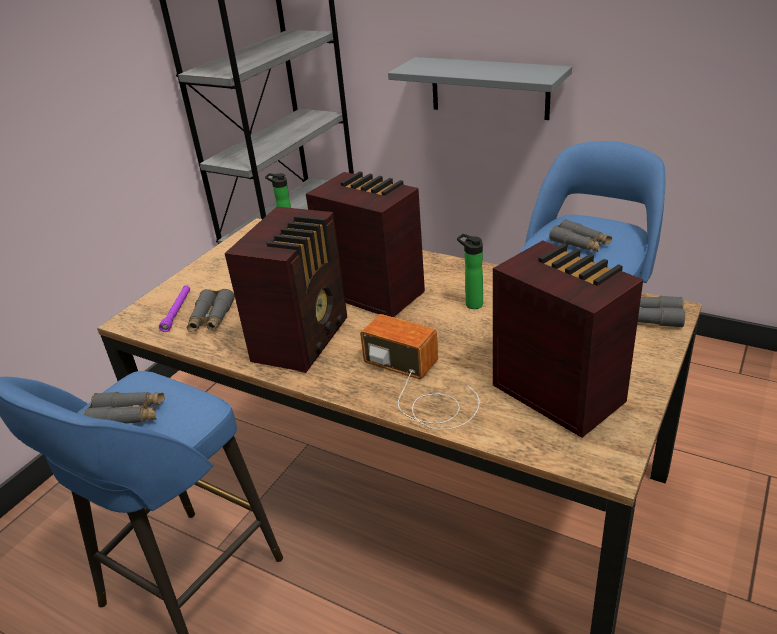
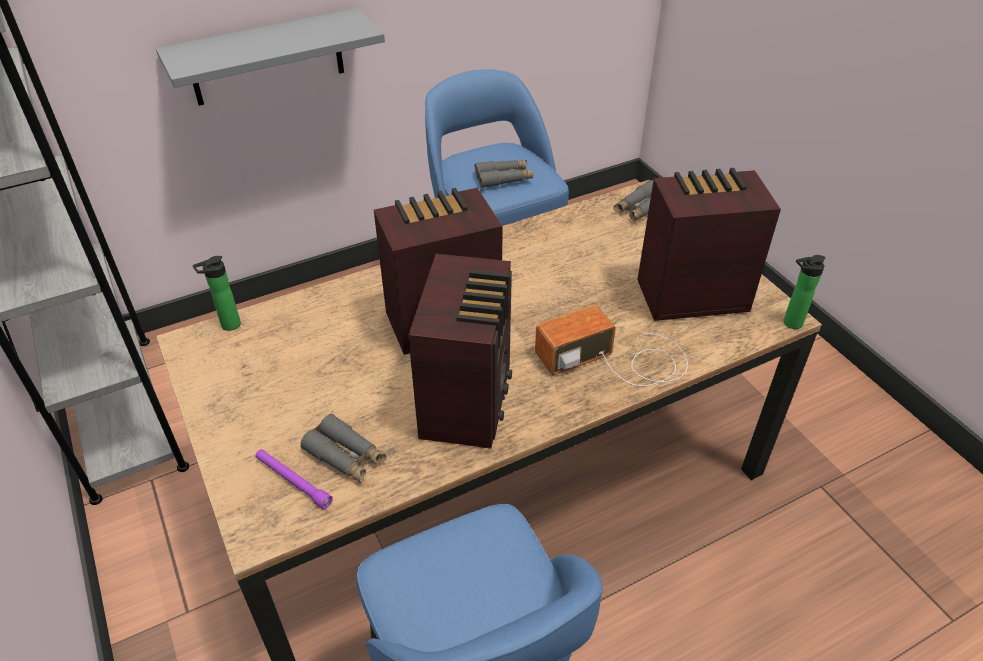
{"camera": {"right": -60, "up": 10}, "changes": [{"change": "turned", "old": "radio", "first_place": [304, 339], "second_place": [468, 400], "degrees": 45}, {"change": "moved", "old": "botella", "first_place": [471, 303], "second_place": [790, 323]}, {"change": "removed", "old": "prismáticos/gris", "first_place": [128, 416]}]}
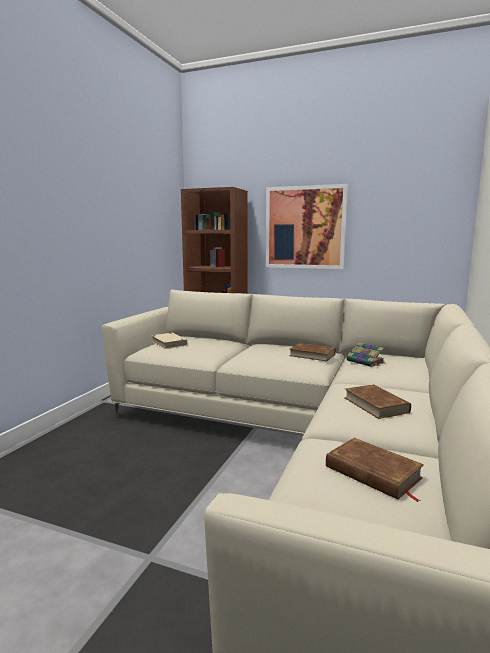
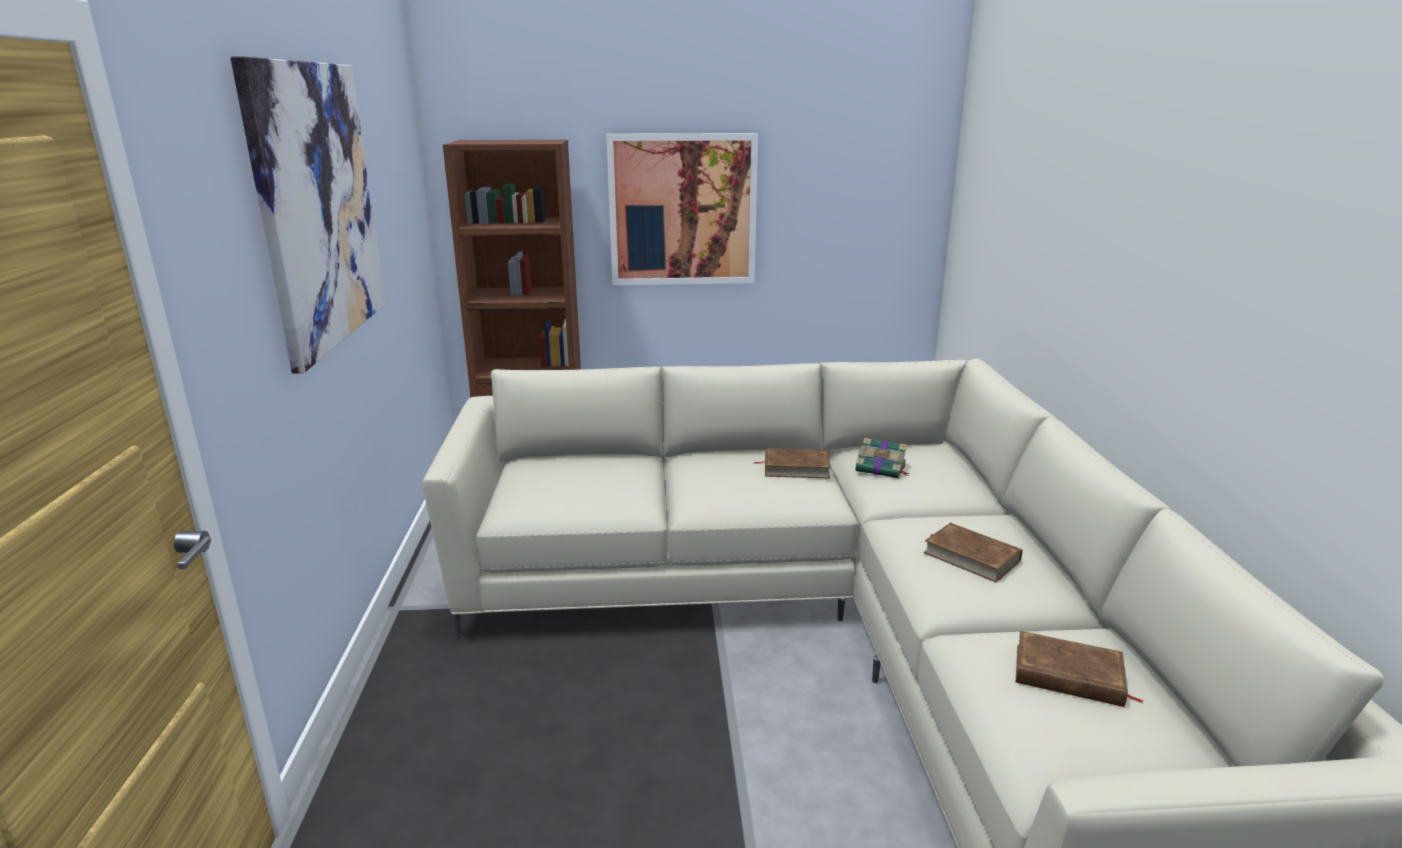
{"camera": {"right": -25, "up": 10}, "changes": [{"change": "removed", "old": "libro/beis", "first_place": [169, 343]}, {"change": "added", "new": "cuadro", "second_place": [318, 206]}]}
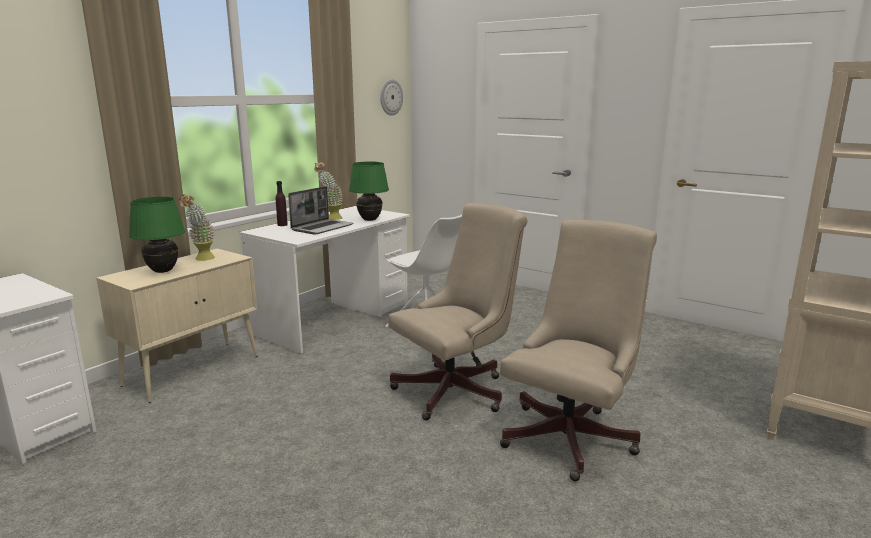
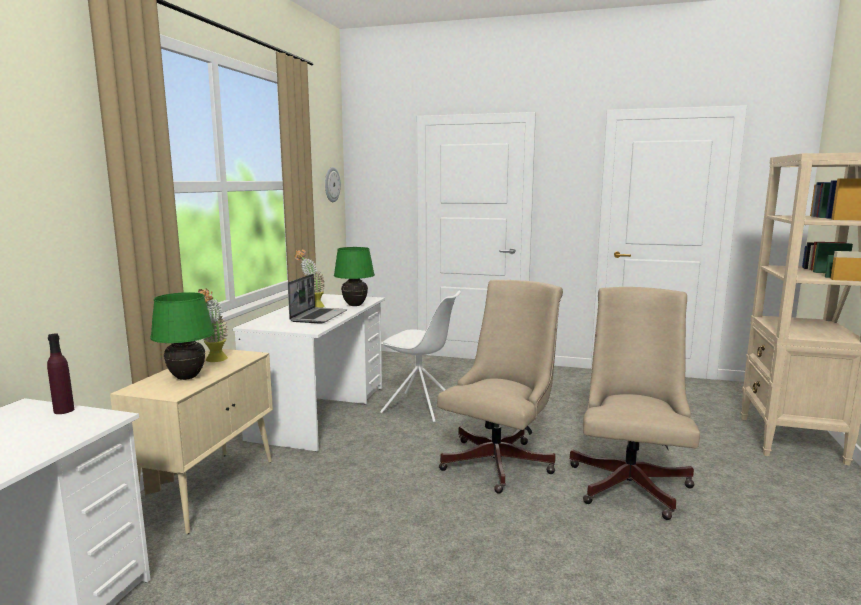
{"camera": {"right": -20, "up": -5}, "changes": [{"change": "moved", "old": "botella/morado", "first_place": [282, 225], "second_place": [64, 410]}]}
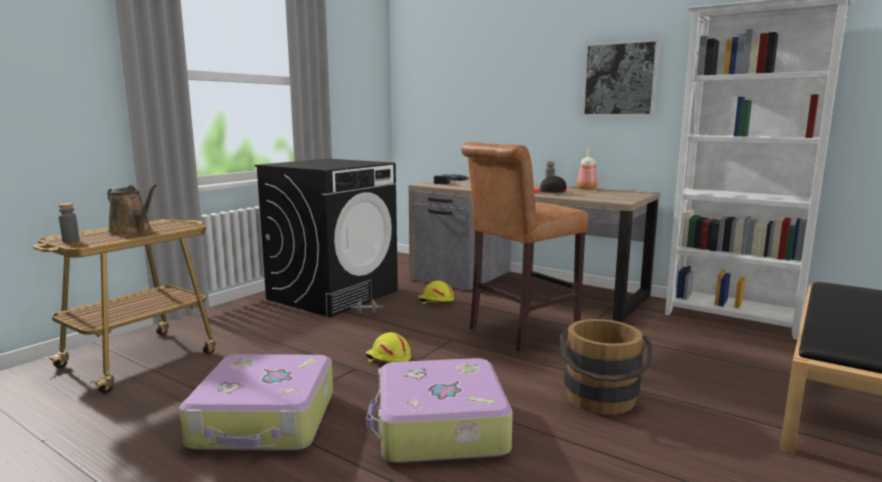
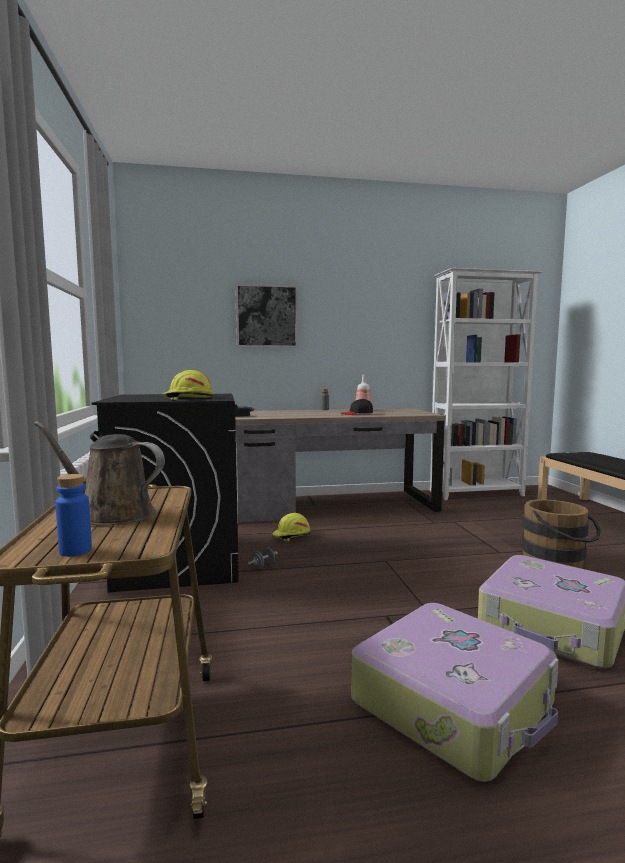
{"camera": {"right": -45, "up": -5}, "changes": [{"change": "moved", "old": "cuadro", "first_place": [620, 79], "second_place": [266, 316]}, {"change": "removed", "old": "taburete/marrón", "first_place": [519, 332]}, {"change": "turned", "old": "regadera/marrón", "first_place": [132, 231], "second_place": [111, 514], "degrees": -150}, {"change": "recoloured", "old": "botella/gris", "new": "botella/azul", "first_place": [71, 241], "second_place": [75, 551]}, {"change": "moved", "old": "casco/amarillo", "first_place": [388, 359], "second_place": [187, 398]}]}
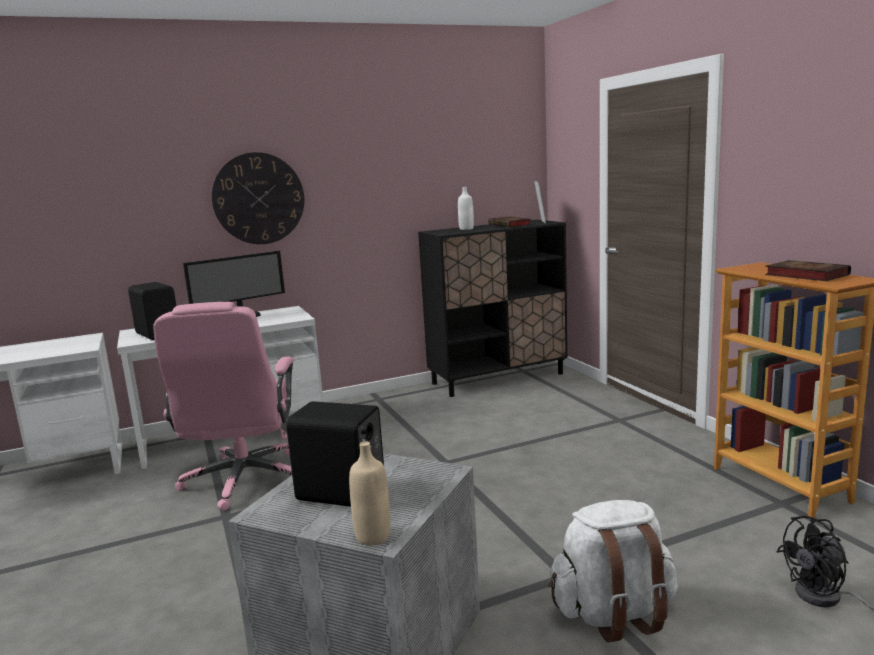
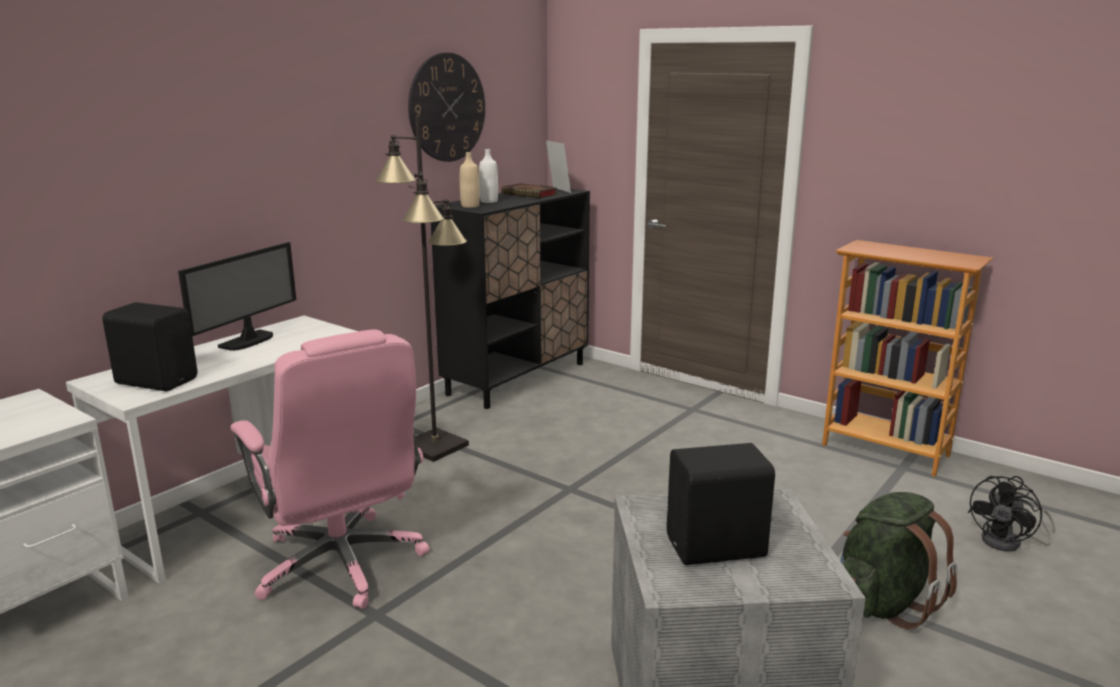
{"camera": {"right": -30, "up": 5}, "changes": [{"change": "moved", "old": "reloj de pared", "first_place": [258, 198], "second_place": [447, 107]}, {"change": "removed", "old": "libro", "first_place": [804, 275]}, {"change": "moved", "old": "botella/beis", "first_place": [373, 536], "second_place": [470, 206]}, {"change": "recoloured", "old": "mochila/blanco", "new": "mochila/verde", "first_place": [613, 614], "second_place": [883, 603]}, {"change": "added", "new": "lámpara de pie/negro", "second_place": [435, 446]}]}
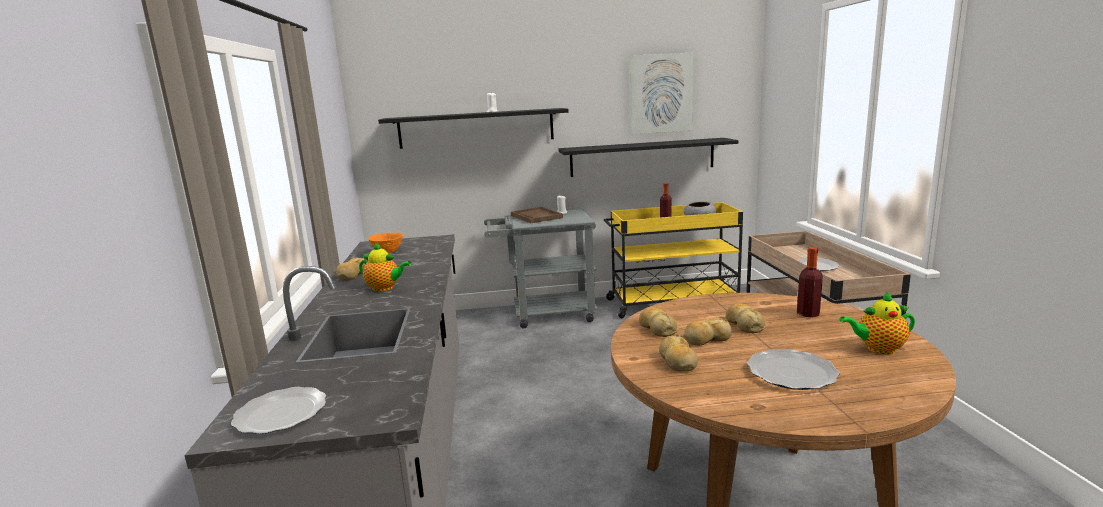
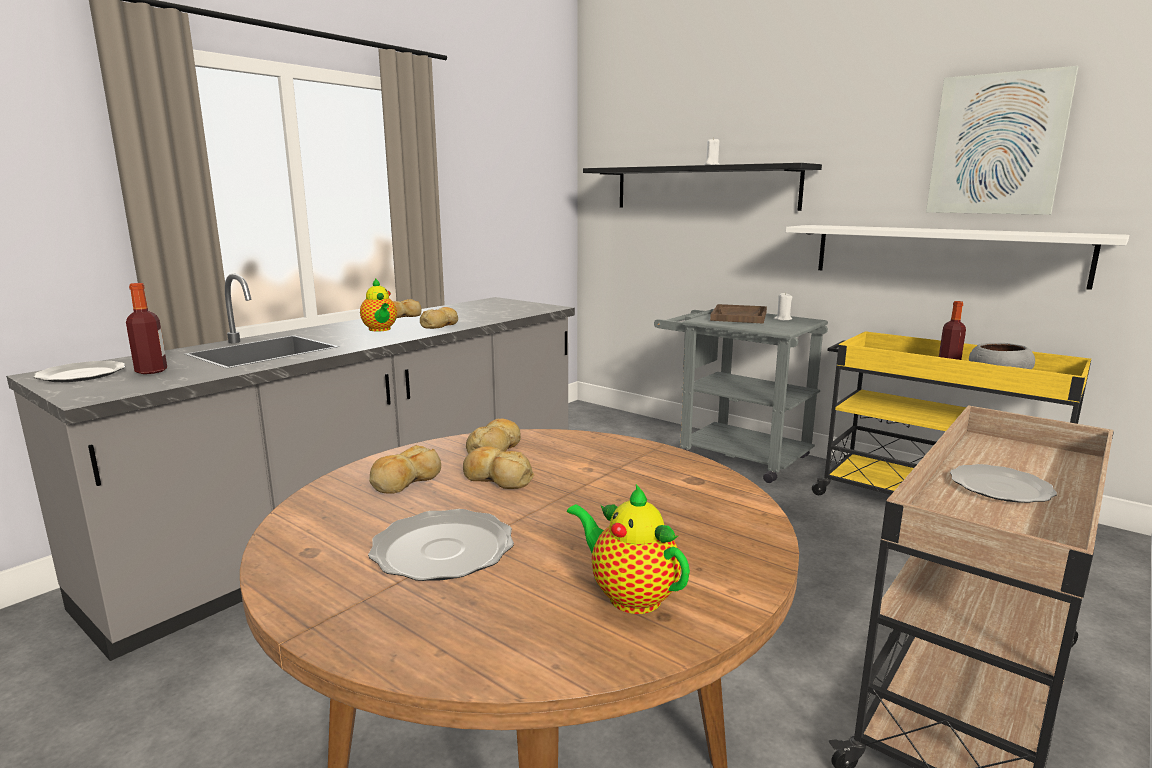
{"camera": {"right": 45, "up": 0}, "changes": [{"change": "recoloured", "old": "estante/negro", "new": "estante/blanco", "first_place": [642, 157], "second_place": [944, 254]}, {"change": "removed", "old": "cuenco/naranja", "first_place": [388, 252]}, {"change": "moved", "old": "botella", "first_place": [808, 314], "second_place": [151, 371]}, {"change": "moved", "old": "pan", "first_place": [744, 324], "second_place": [440, 325]}]}
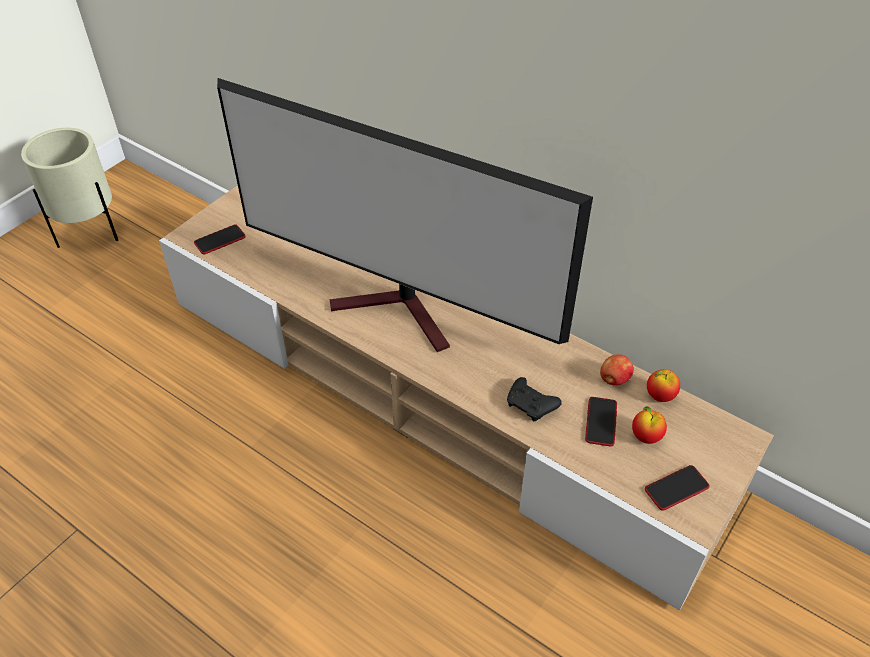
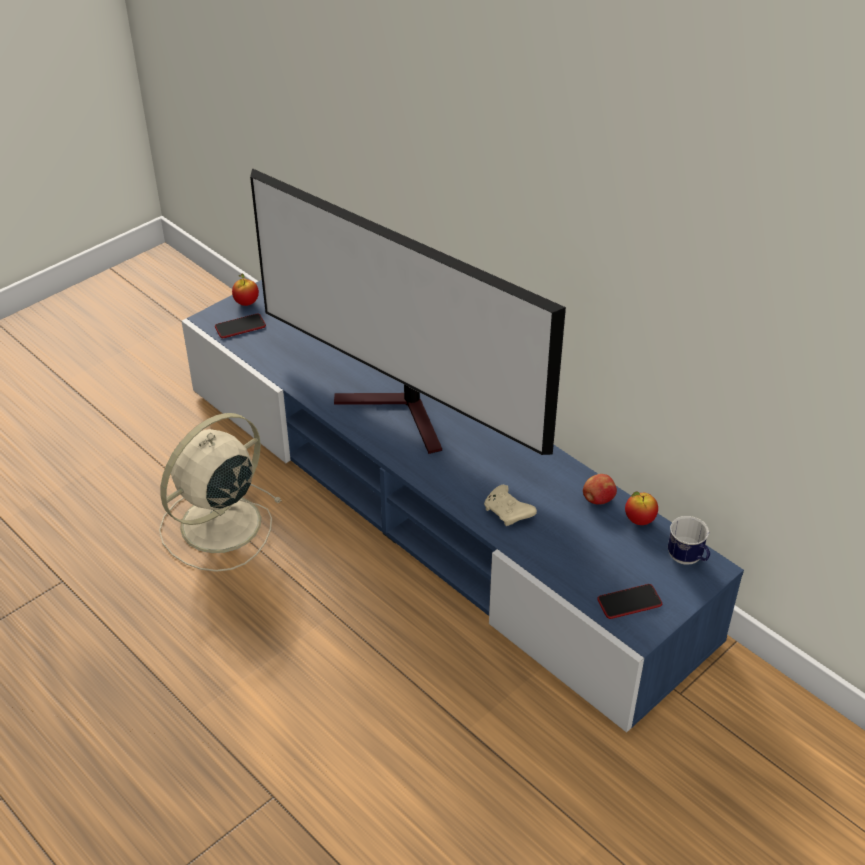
{"camera": {"right": 10, "up": -5}, "changes": [{"change": "removed", "old": "maceta/beis", "first_place": [90, 233]}, {"change": "recoloured", "old": "mueble de televisión/beis", "new": "mueble de televisión/azul", "first_place": [436, 395], "second_place": [433, 508]}, {"change": "recoloured", "old": "mando de consola/negro", "new": "mando de consola/beis", "first_place": [531, 405], "second_place": [508, 512]}, {"change": "removed", "old": "móvil", "first_place": [601, 422]}, {"change": "moved", "old": "manzana", "first_place": [646, 436], "second_place": [246, 303]}, {"change": "added", "new": "ventilador/beis", "second_place": [218, 526]}, {"change": "added", "new": "taza grande", "second_place": [688, 559]}]}
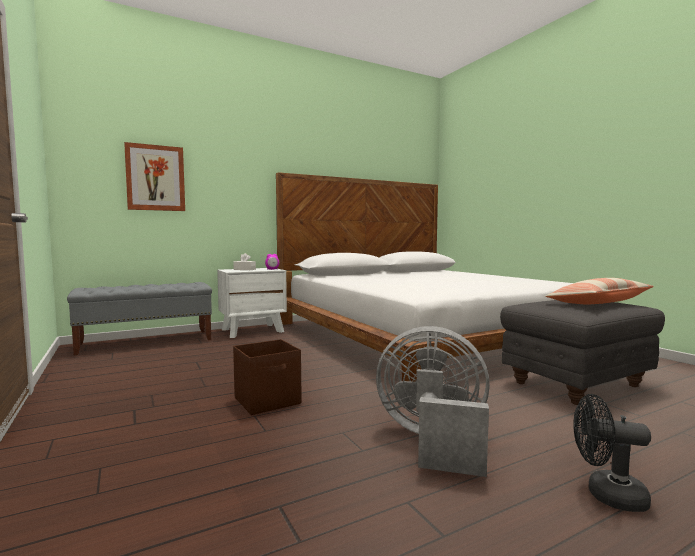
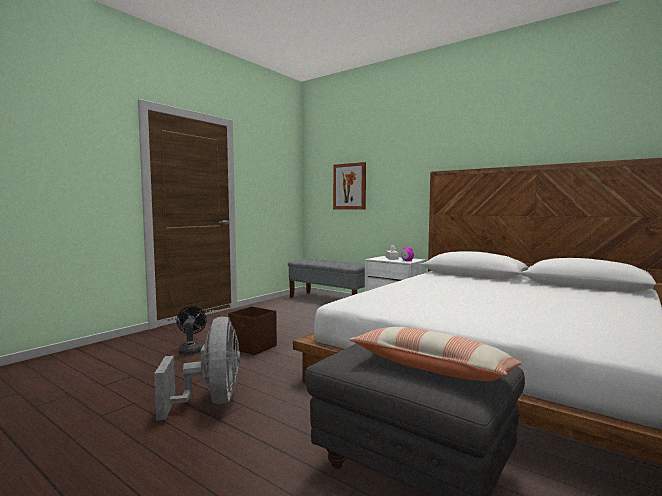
{"camera": {"right": 65, "up": 0}, "changes": [{"change": "moved", "old": "ventilador/negro", "first_place": [607, 495], "second_place": [191, 349]}]}
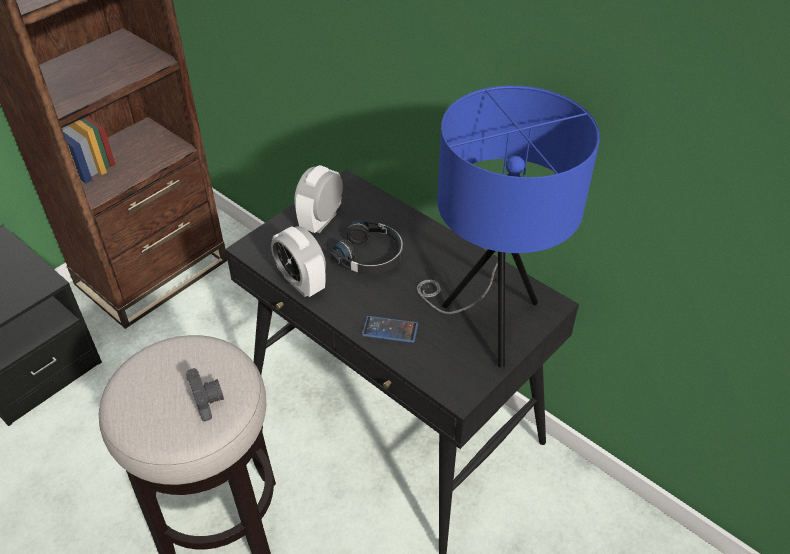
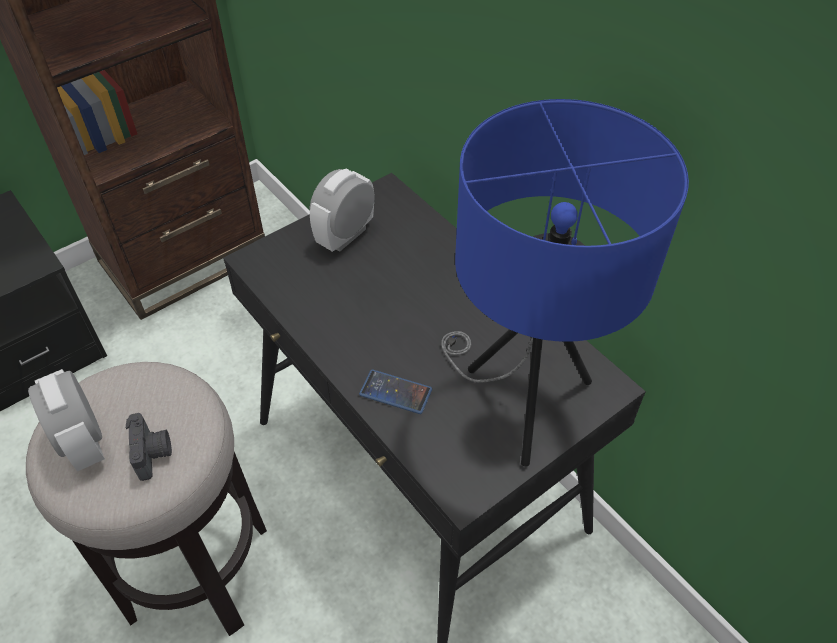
{"camera": {"right": 10, "up": 5}, "changes": [{"change": "removed", "old": "auriculares/negro", "first_place": [370, 256]}, {"change": "moved", "old": "despertador", "first_place": [301, 283], "second_place": [84, 442]}]}
